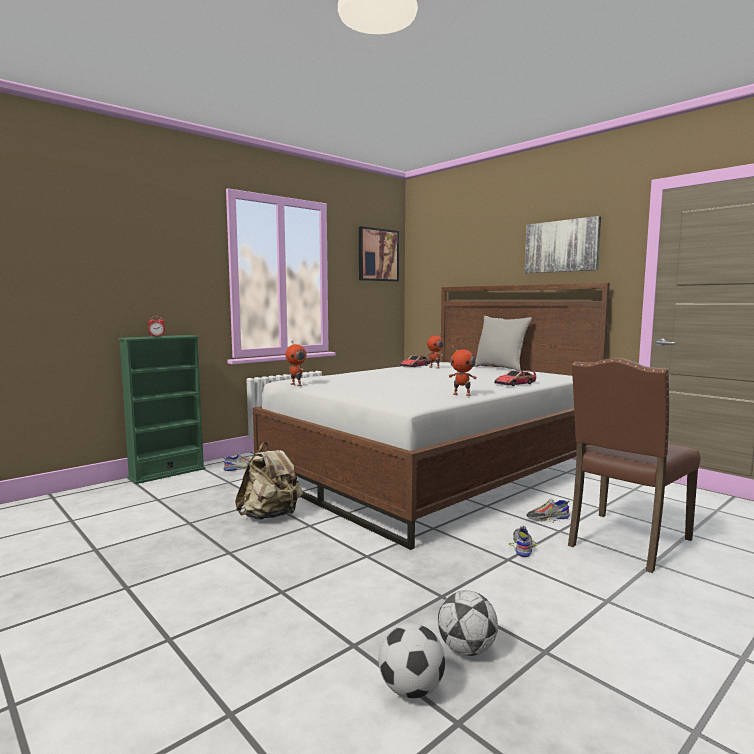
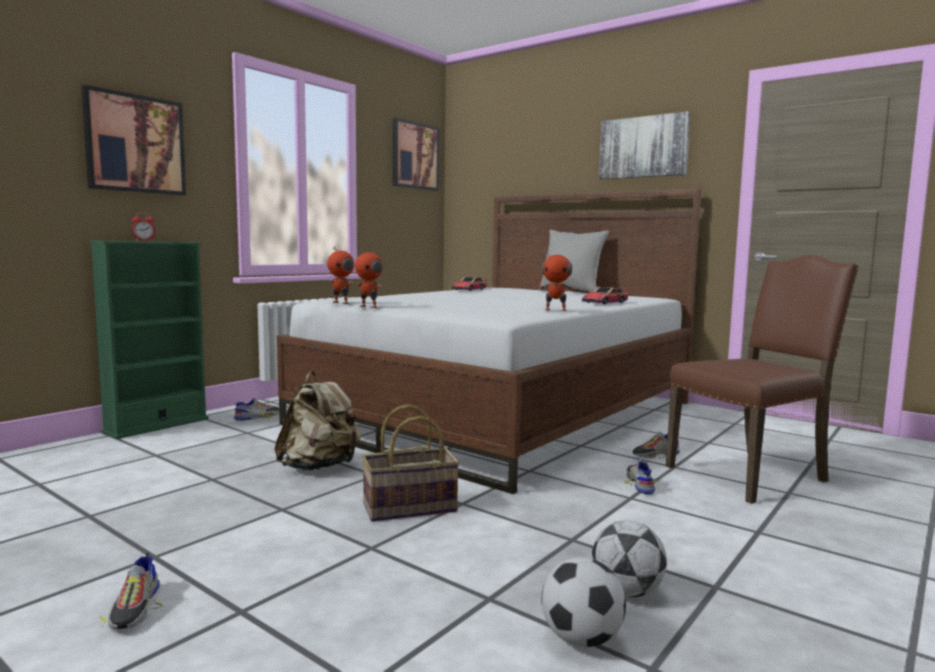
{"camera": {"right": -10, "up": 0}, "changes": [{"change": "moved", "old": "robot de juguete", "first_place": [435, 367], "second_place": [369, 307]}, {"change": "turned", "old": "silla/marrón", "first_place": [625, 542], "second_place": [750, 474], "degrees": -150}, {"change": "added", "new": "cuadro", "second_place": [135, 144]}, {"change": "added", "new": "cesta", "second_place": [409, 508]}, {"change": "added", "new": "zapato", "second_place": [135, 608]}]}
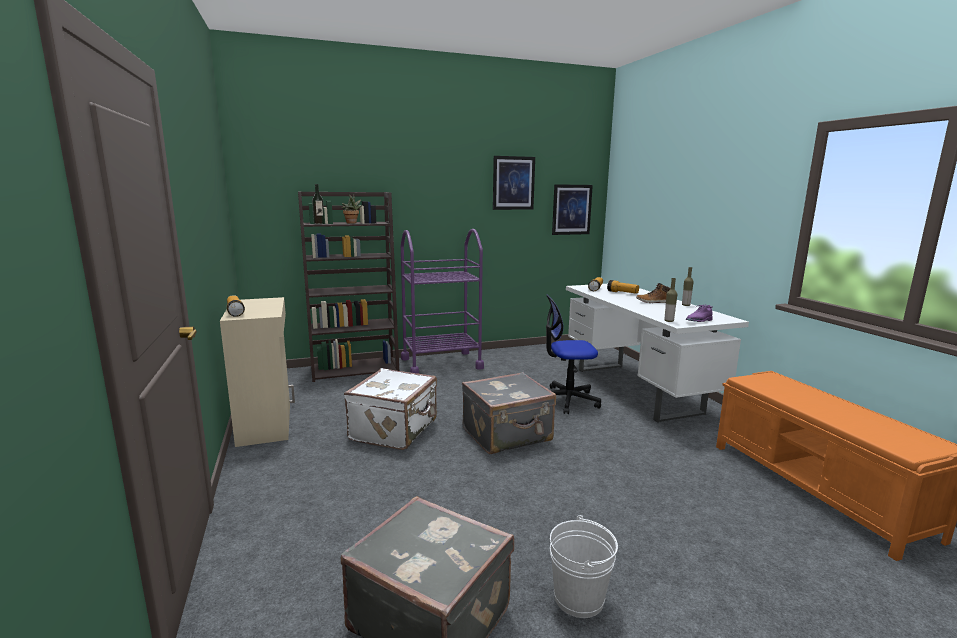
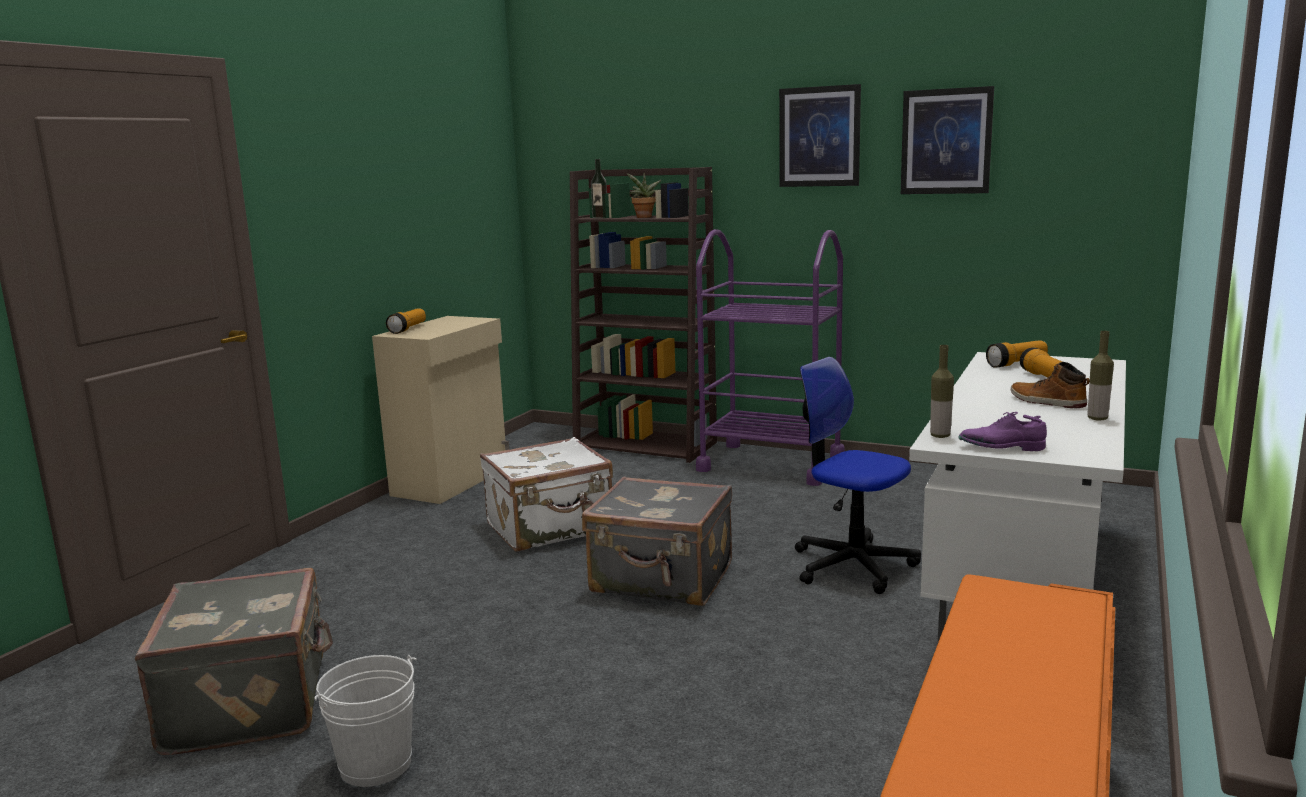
{"camera": {"right": 45, "up": 0}, "changes": [{"change": "moved", "old": "cuadro", "first_place": [571, 209], "second_place": [819, 137]}]}
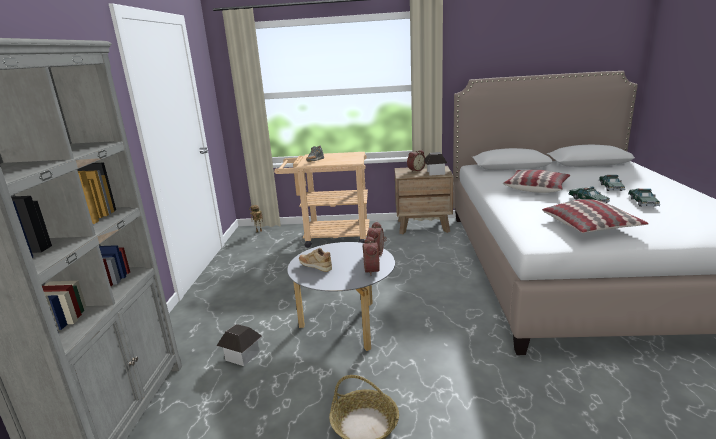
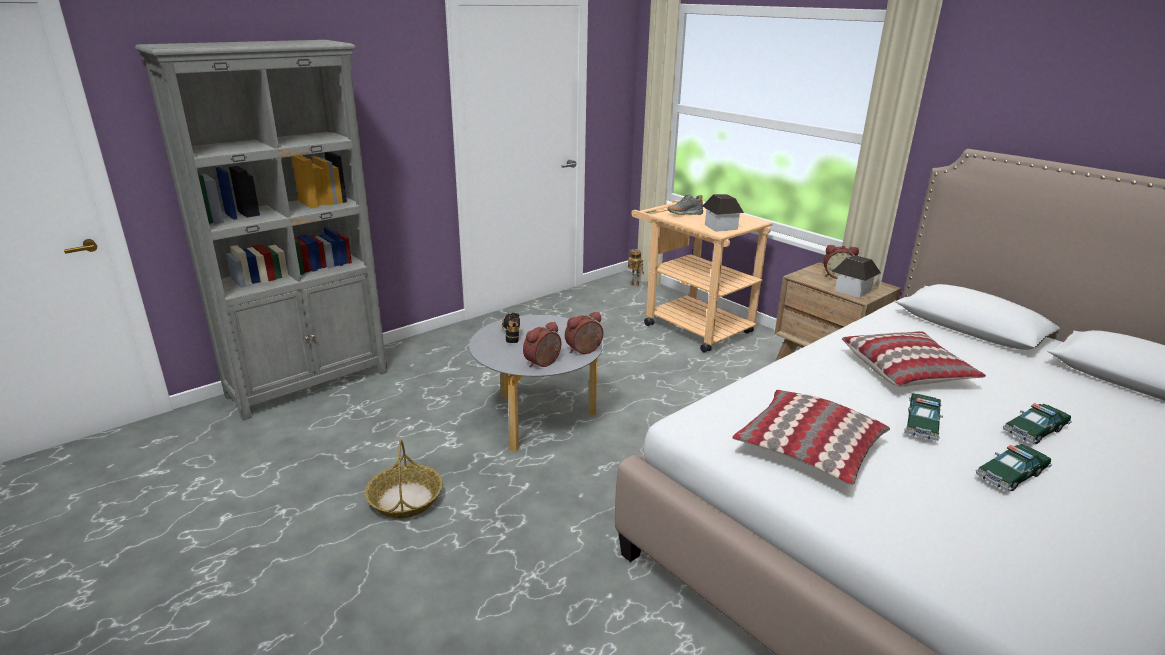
{"camera": {"right": 45, "up": 5}, "changes": [{"change": "recoloured", "old": "zapato/beis", "new": "zapato/negro", "first_place": [315, 267], "second_place": [511, 333]}, {"change": "moved", "old": "casita", "first_place": [242, 355], "second_place": [720, 227]}]}
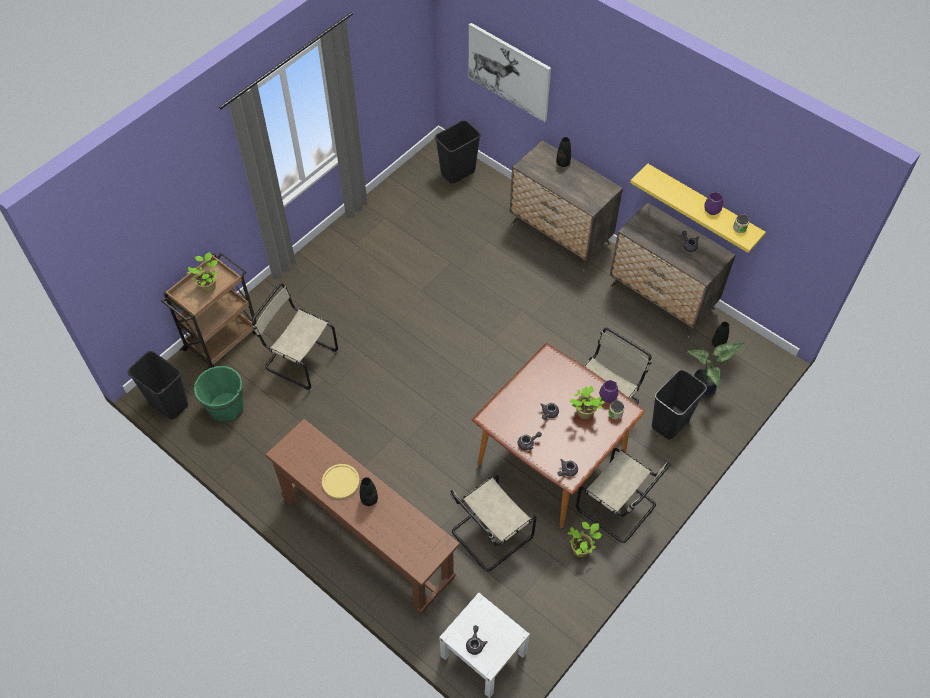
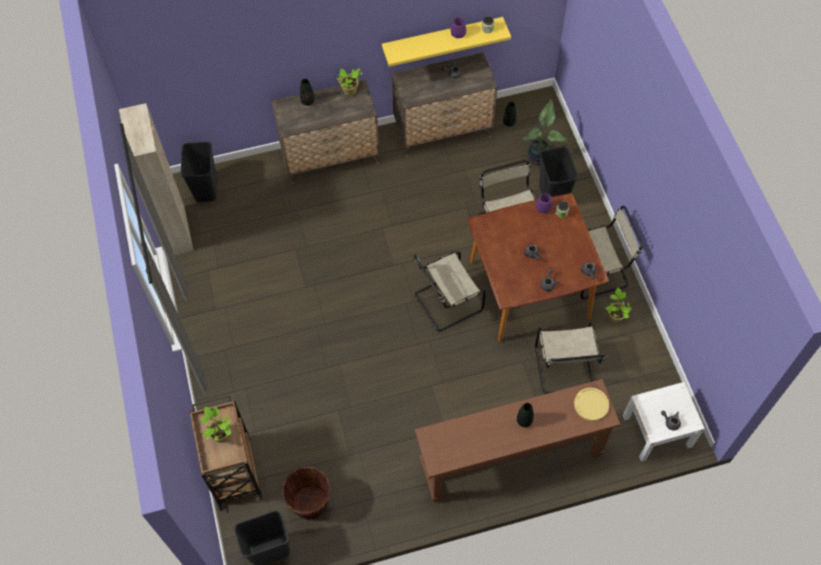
{"camera": {"right": -55, "up": 5}, "changes": [{"change": "removed", "old": "cuadro", "first_place": [509, 71]}, {"change": "moved", "old": "silla/beis", "first_place": [299, 359], "second_place": [446, 303]}, {"change": "recoloured", "old": "cubo/verde", "new": "cubo/marrón", "first_place": [226, 408], "second_place": [310, 503]}, {"change": "moved", "old": "planta en maceta", "first_place": [584, 413], "second_place": [350, 91]}, {"change": "moved", "old": "plato/amarillo", "first_place": [340, 482], "second_place": [591, 404]}, {"change": "added", "new": "armario/beis", "second_place": [177, 231]}]}
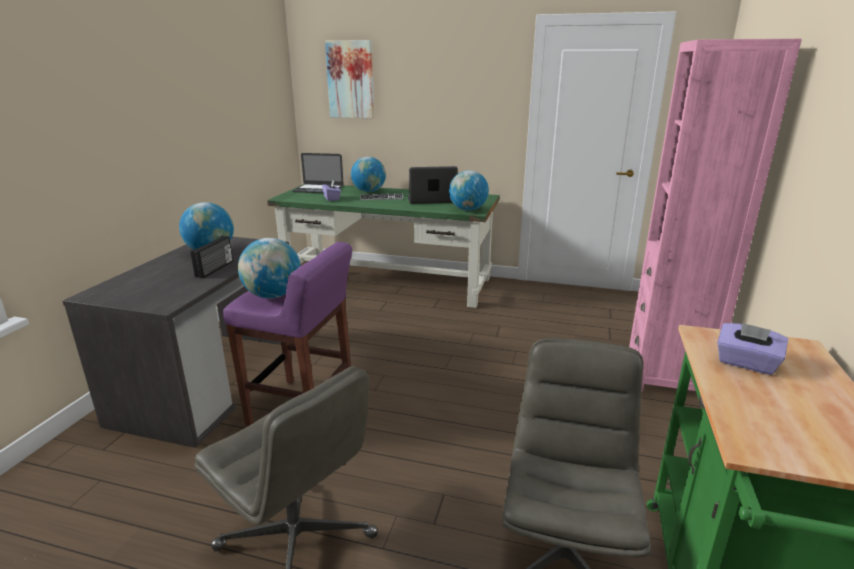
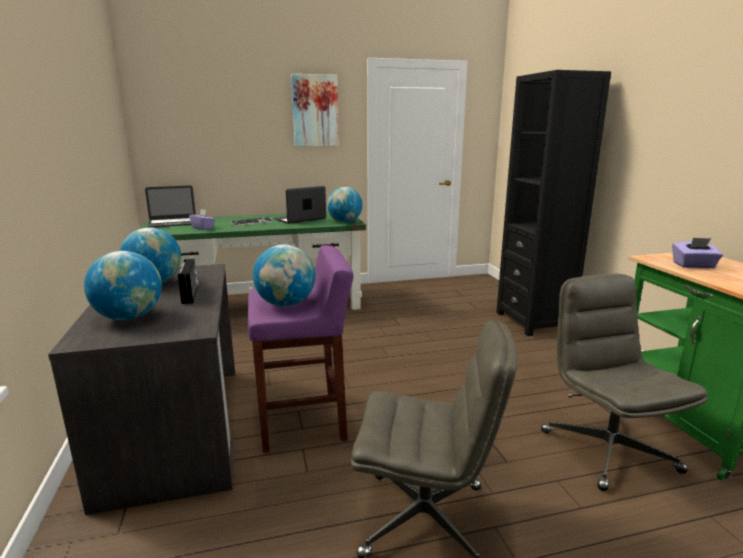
{"camera": {"right": -30, "up": -5}, "changes": [{"change": "recoloured", "old": "estantería/rosa", "new": "estantería/negro", "first_place": [667, 374], "second_place": [534, 321]}, {"change": "moved", "old": "cuadro", "first_place": [350, 80], "second_place": [315, 111]}, {"change": "moved", "old": "globo terráqueo", "first_place": [369, 191], "second_place": [129, 317]}]}
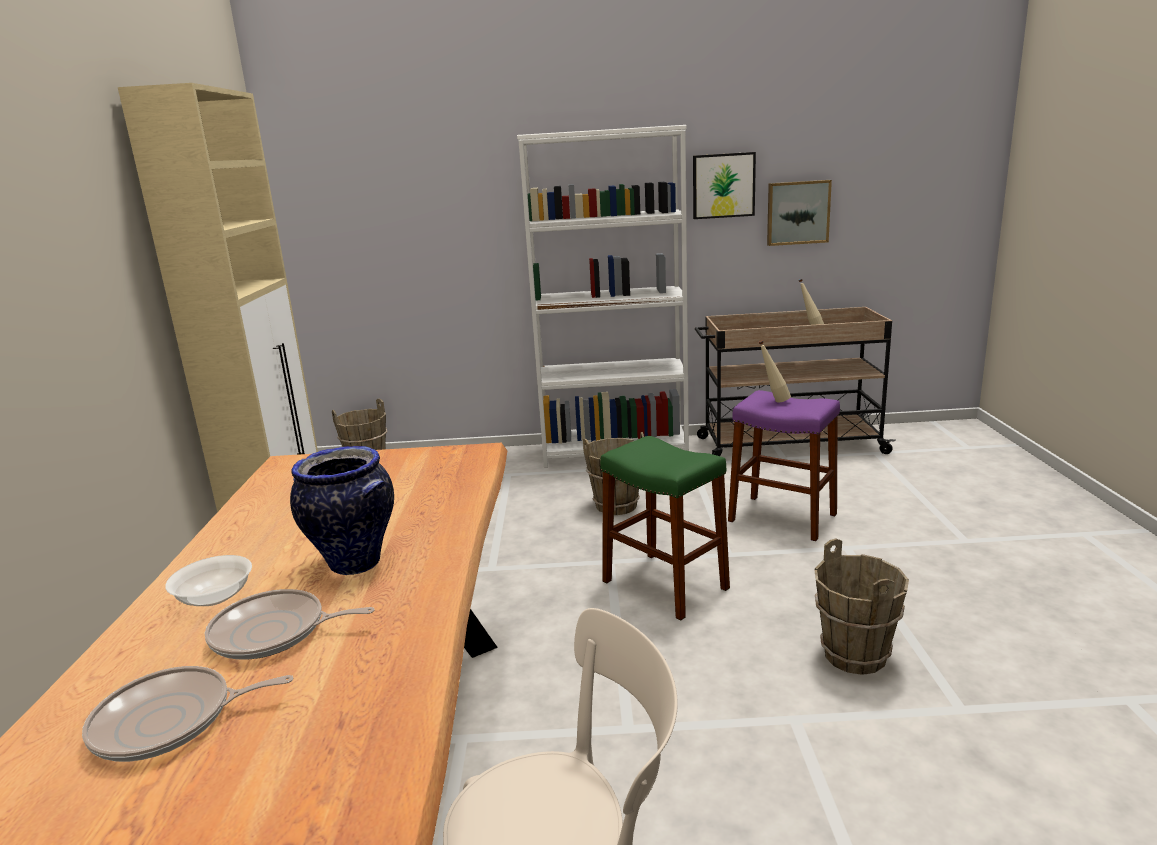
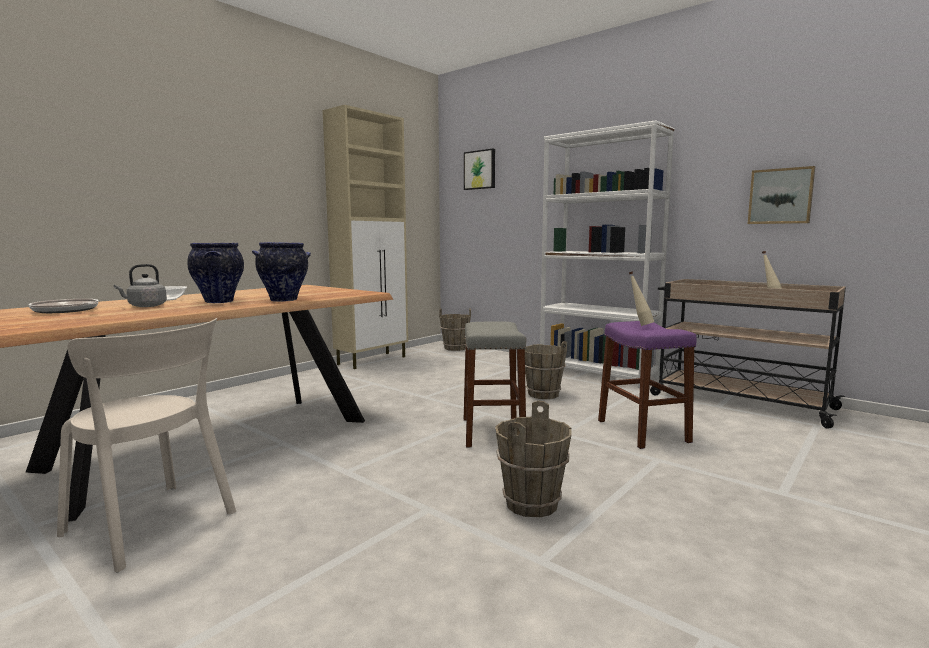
{"camera": {"right": 40, "up": -10}, "changes": [{"change": "moved", "old": "cuadro", "first_place": [723, 185], "second_place": [480, 170]}, {"change": "recoloured", "old": "taburete/verde", "new": "taburete/gris", "first_place": [665, 585], "second_place": [492, 432]}, {"change": "replaced", "old": "sartén", "new": "hervidor/gris", "first_place": [274, 633], "second_place": [145, 306]}, {"change": "added", "new": "florero", "second_place": [284, 300]}]}
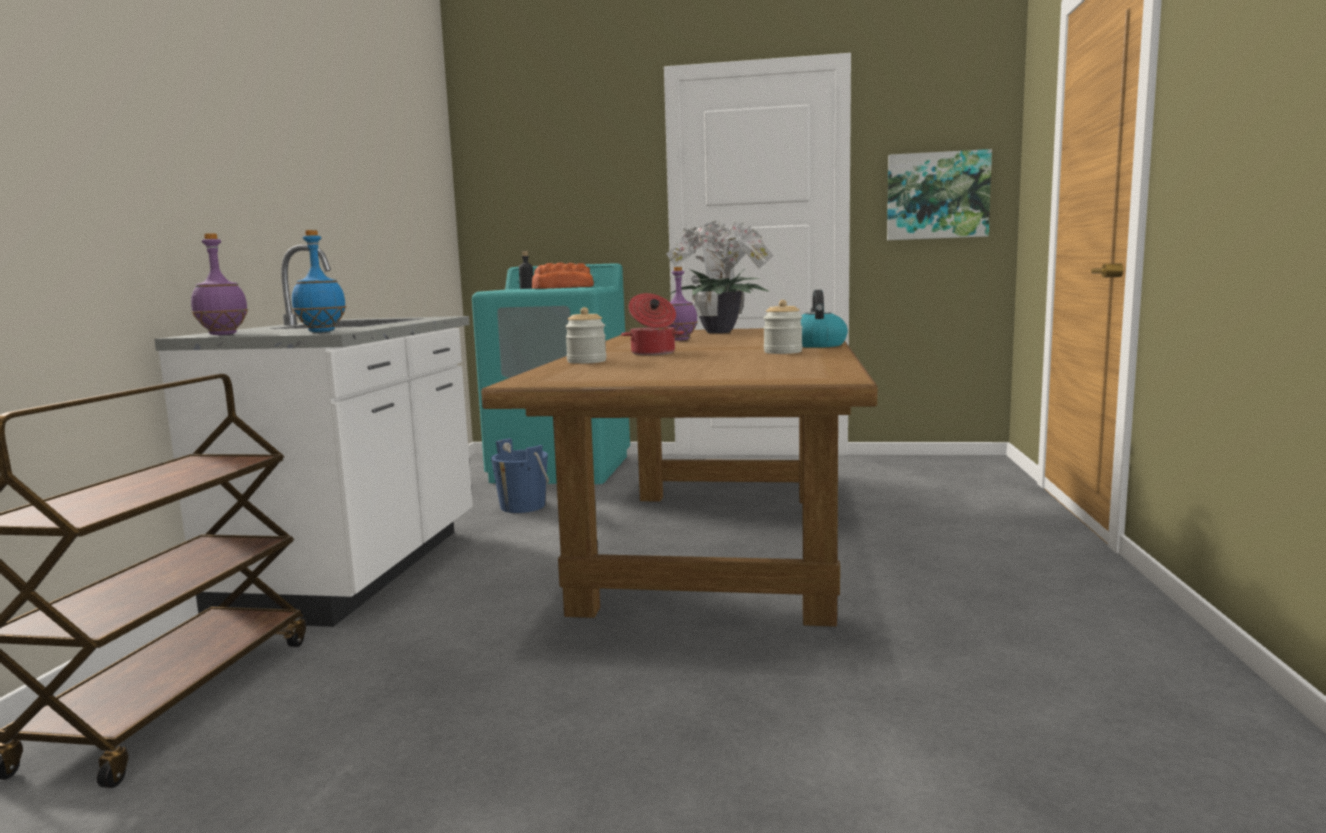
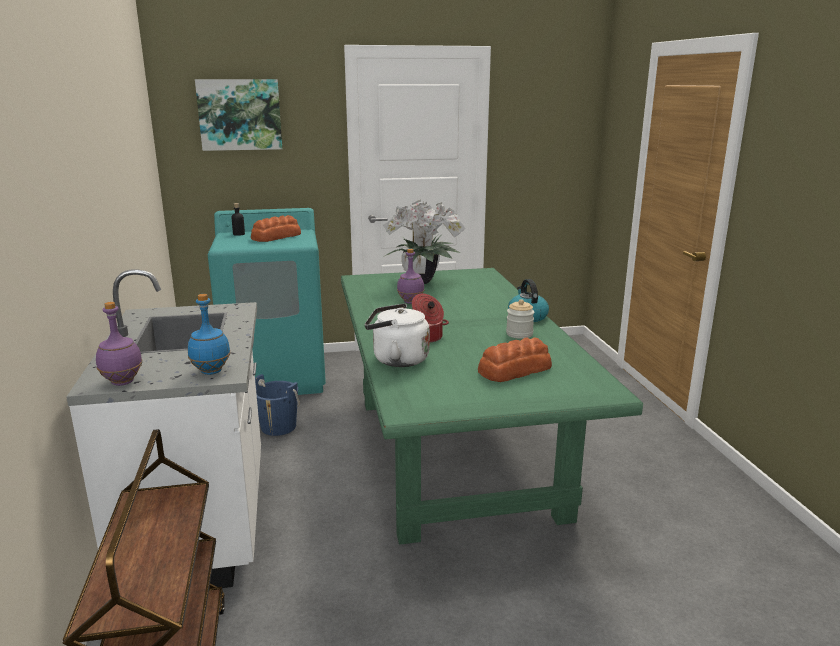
{"camera": {"right": -20, "up": 10}, "changes": [{"change": "moved", "old": "cuadro", "first_place": [937, 196], "second_place": [240, 114]}, {"change": "replaced", "old": "tarro", "new": "hervidor/blanco", "first_place": [586, 361], "second_place": [397, 360]}, {"change": "recoloured", "old": "mesa de comedor/marrón", "new": "mesa de comedor/verde", "first_place": [716, 547], "second_place": [454, 455]}, {"change": "added", "new": "pan", "second_place": [513, 370]}]}
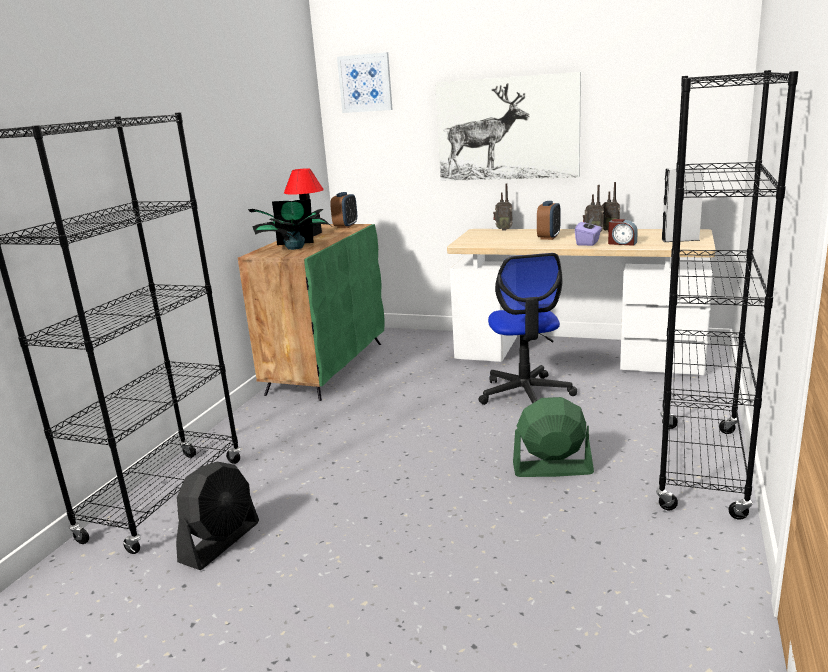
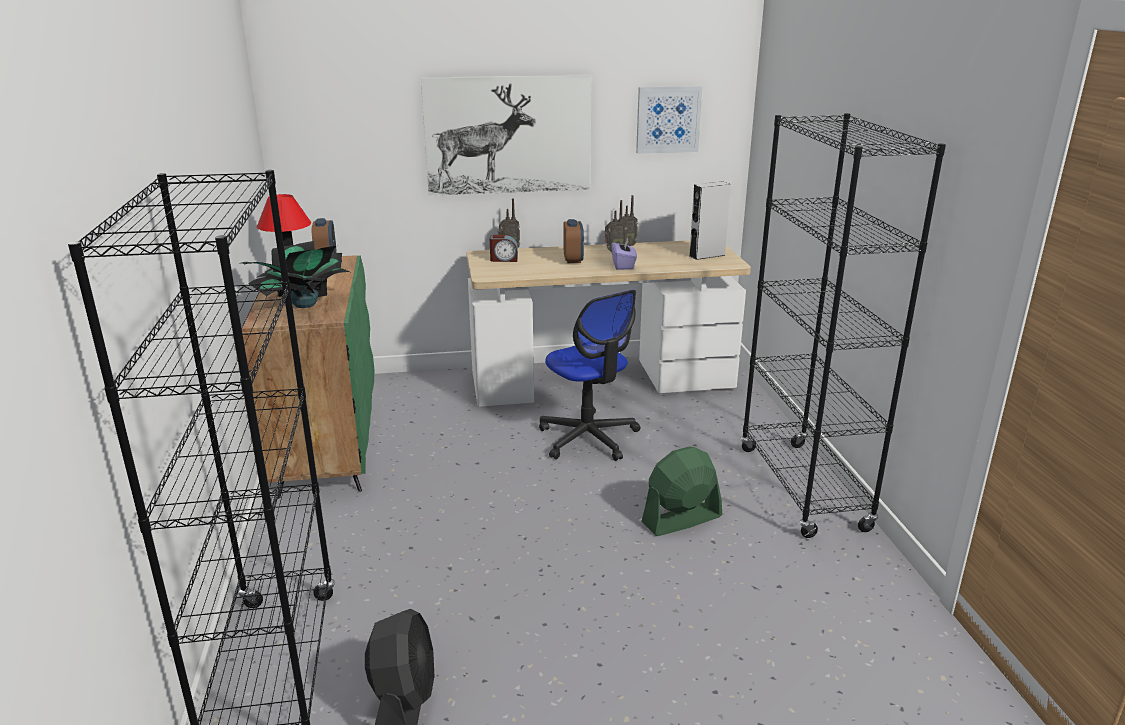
{"camera": {"right": -30, "up": 5}, "changes": [{"change": "moved", "old": "cuadro", "first_place": [365, 83], "second_place": [668, 119]}, {"change": "moved", "old": "despertador", "first_place": [622, 243], "second_place": [504, 259]}]}
